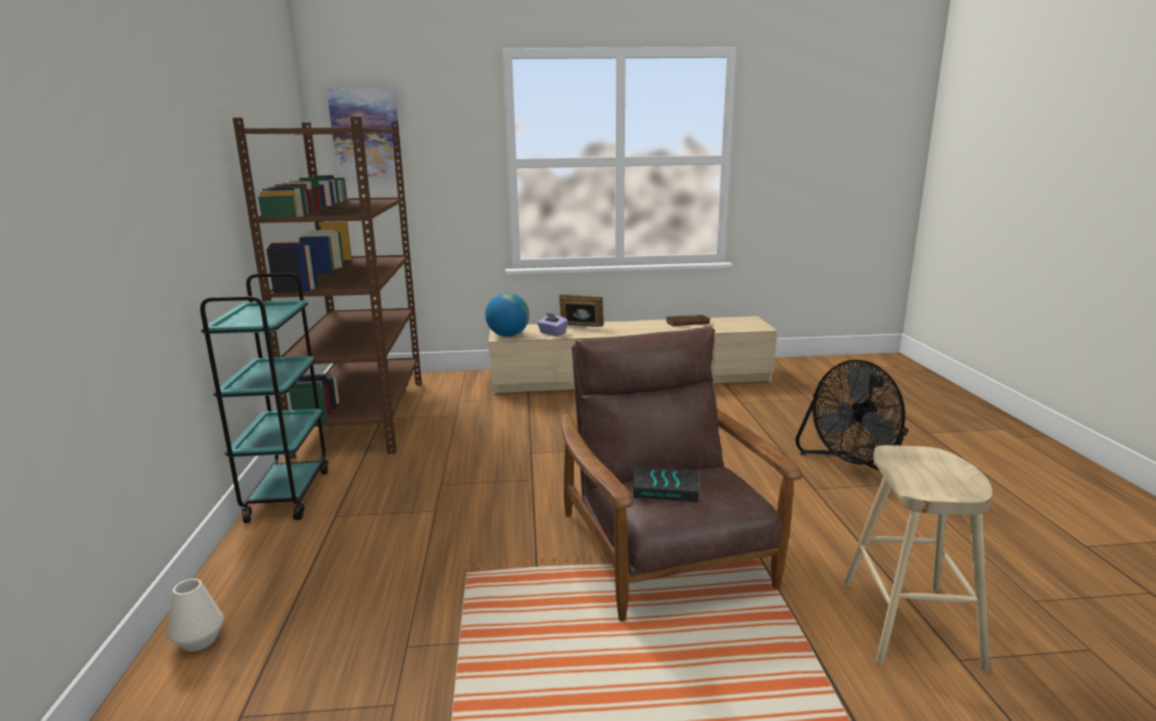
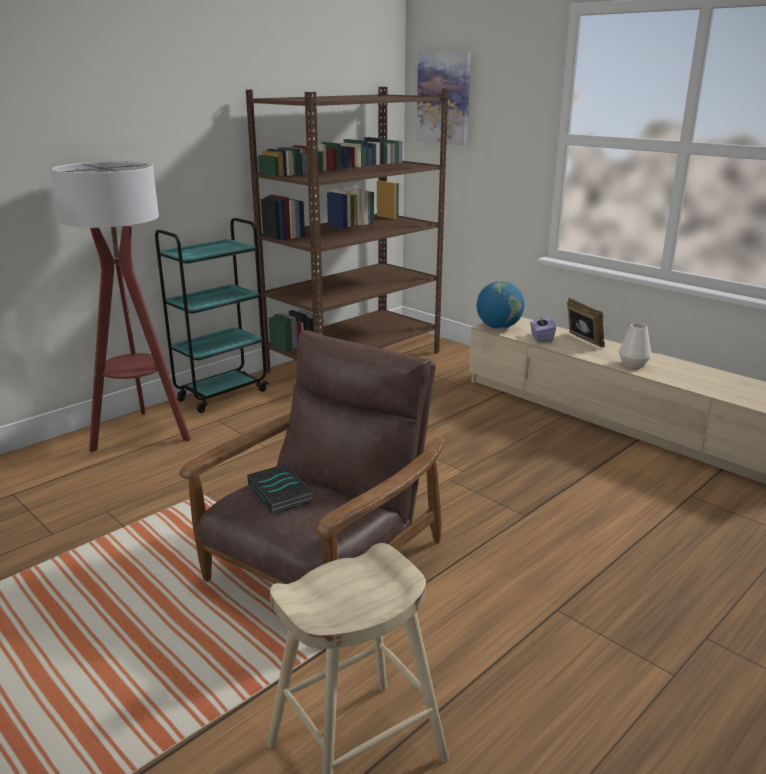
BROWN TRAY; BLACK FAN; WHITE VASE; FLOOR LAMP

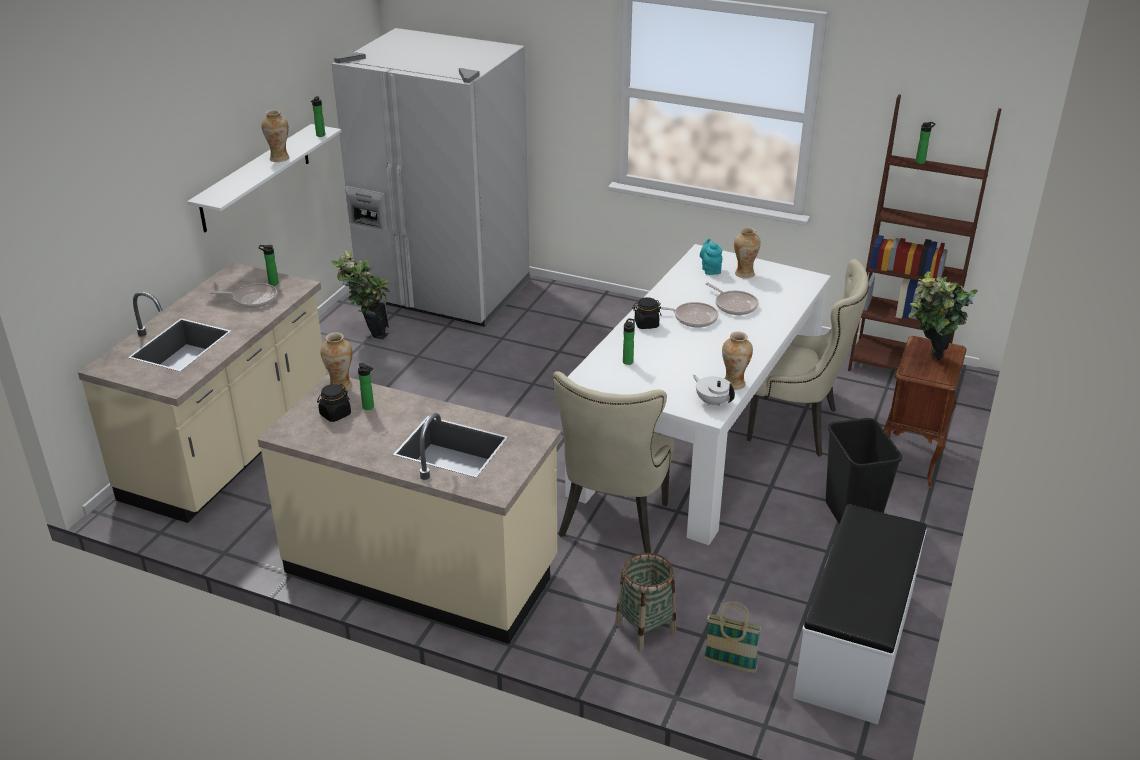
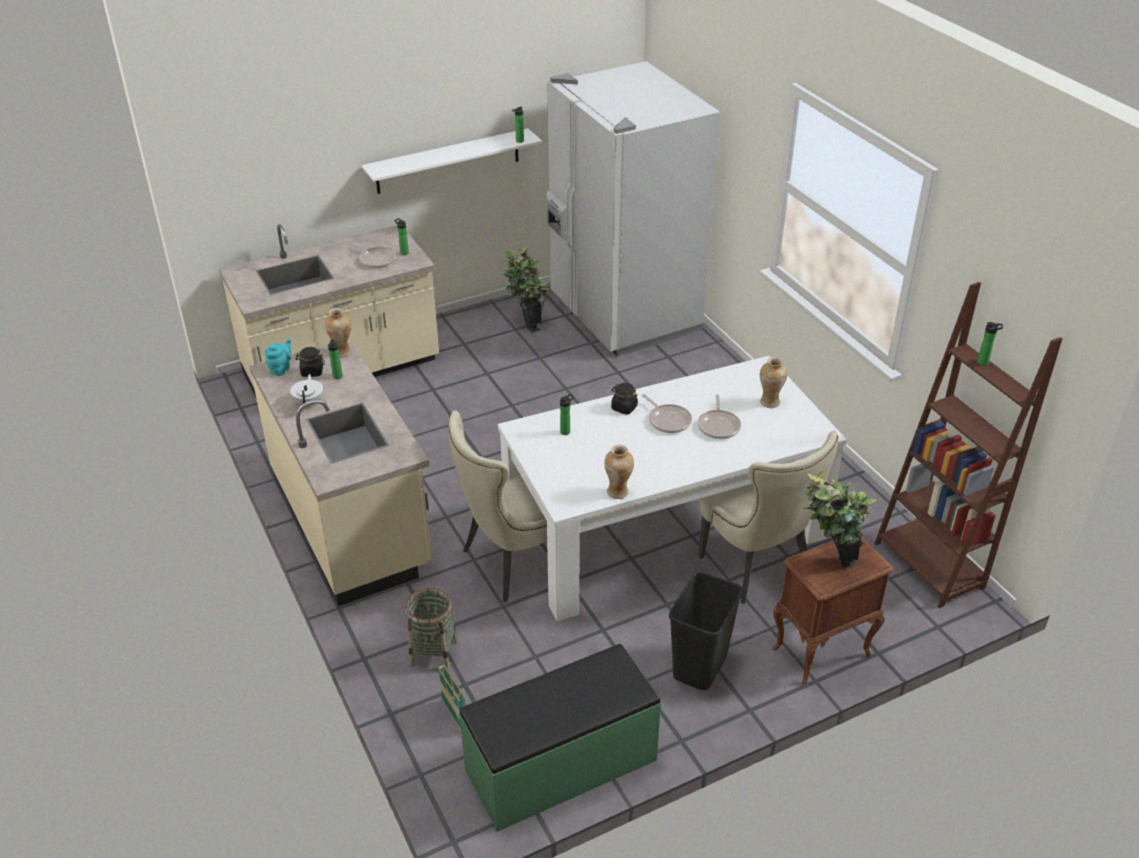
VASE (1st from left in the first image); TURQUOISE TEAPOT; WHITE TEAPOT; GREEN BENCH

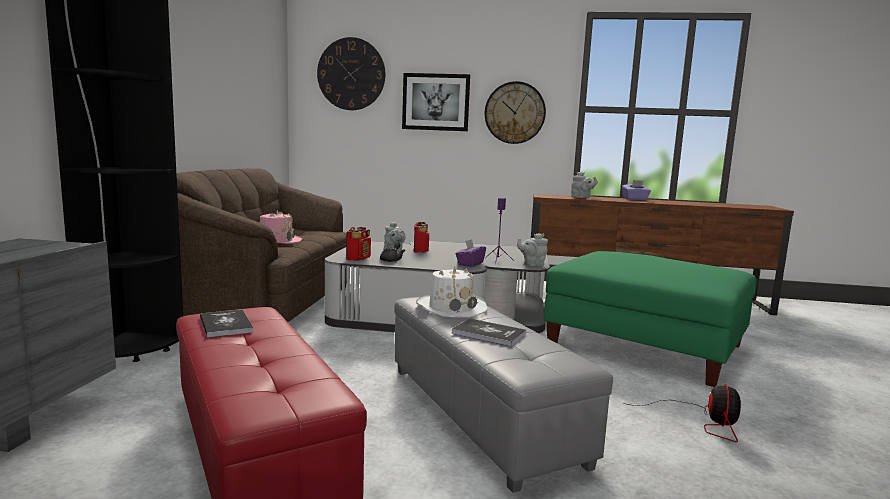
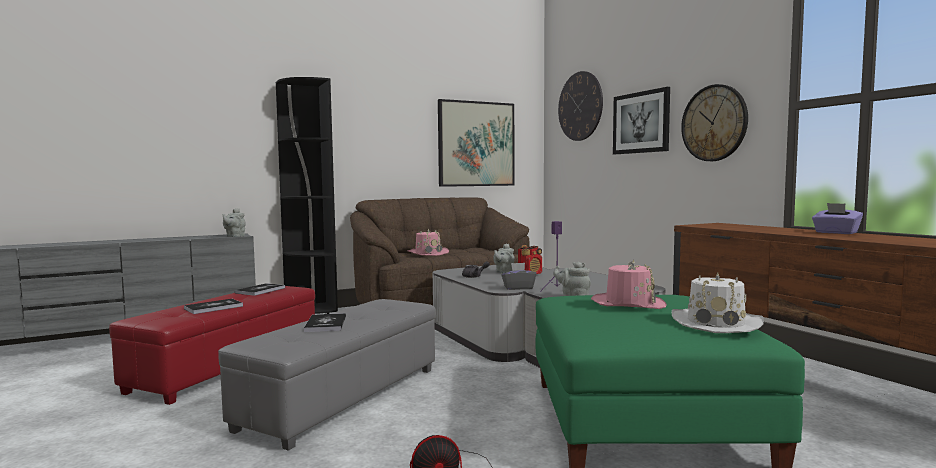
GREY TEAPOT (1st from left); RADIO (1st from left in the first image); GREY TISSUE BOX; WHITE HAT; PICTURE (1st from left); PINK HAT (2nd from left); BOOK (1st from left)

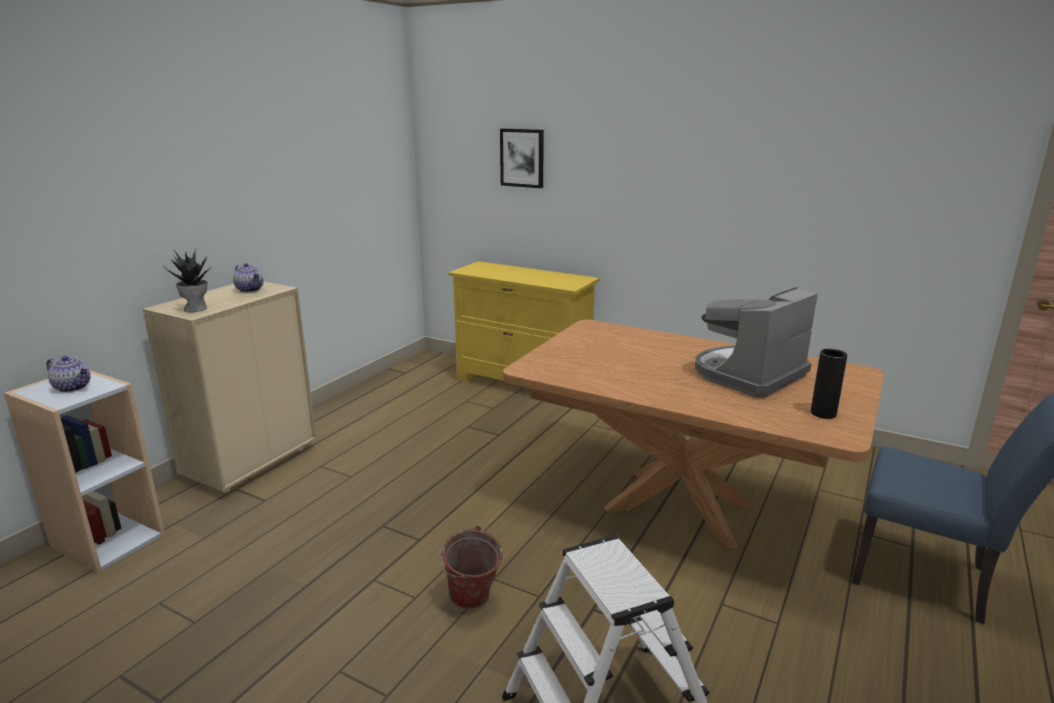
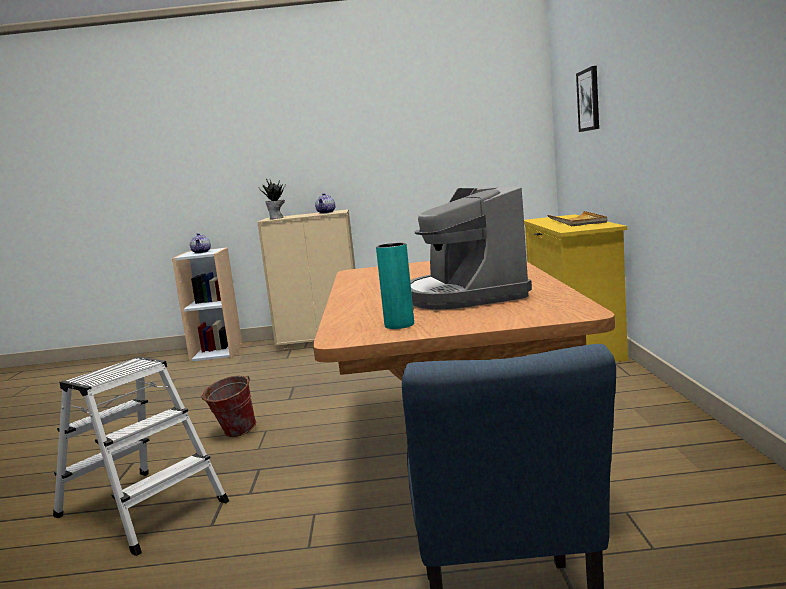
COFFEE MACHINE; TURQUOISE VASE; BEIGE TRAY

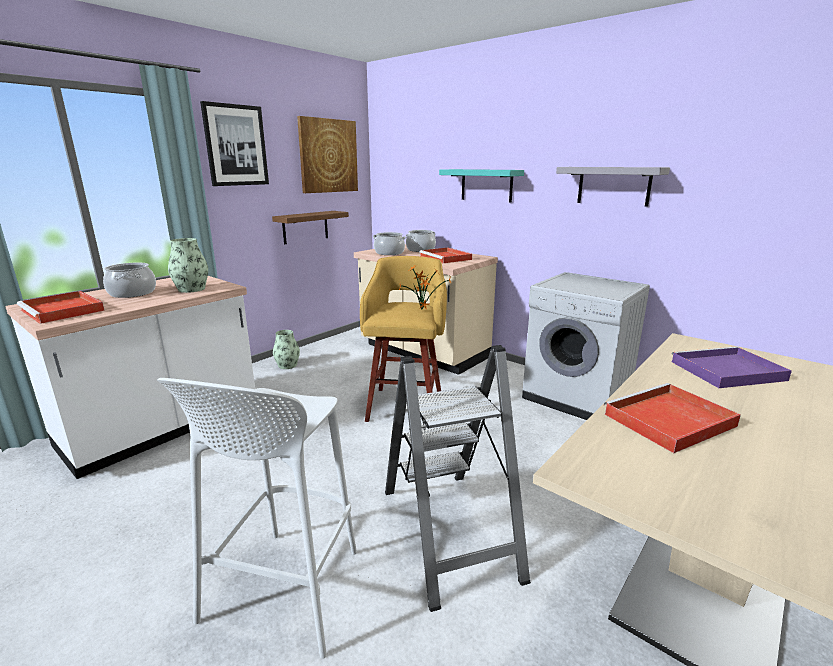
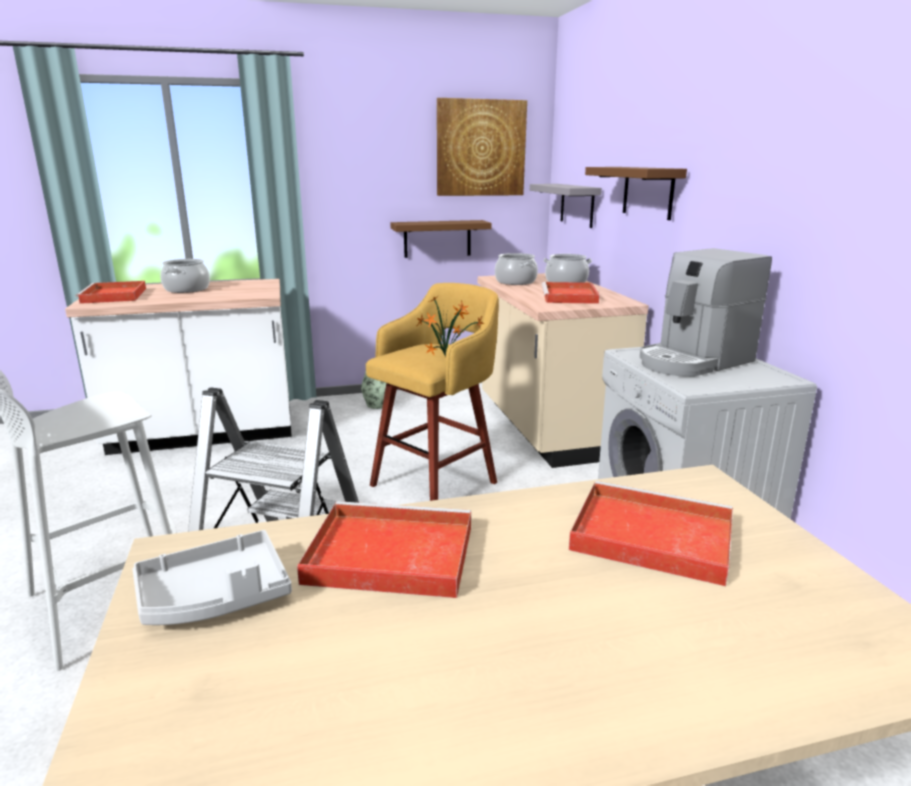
PICTURE (1st from left in the first image); GREY SHELF; BROWN SHELF (2nd from left); VASE (1st from left in the first image); RED TRAY (4th from left); COFFEE MACHINE; GREY TRAY

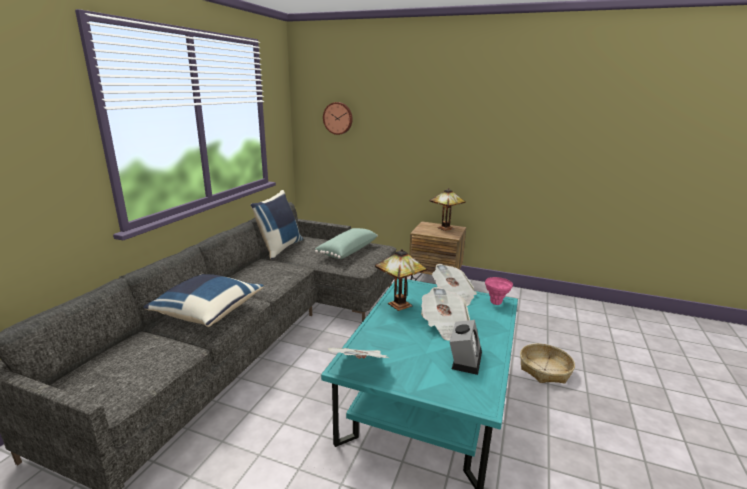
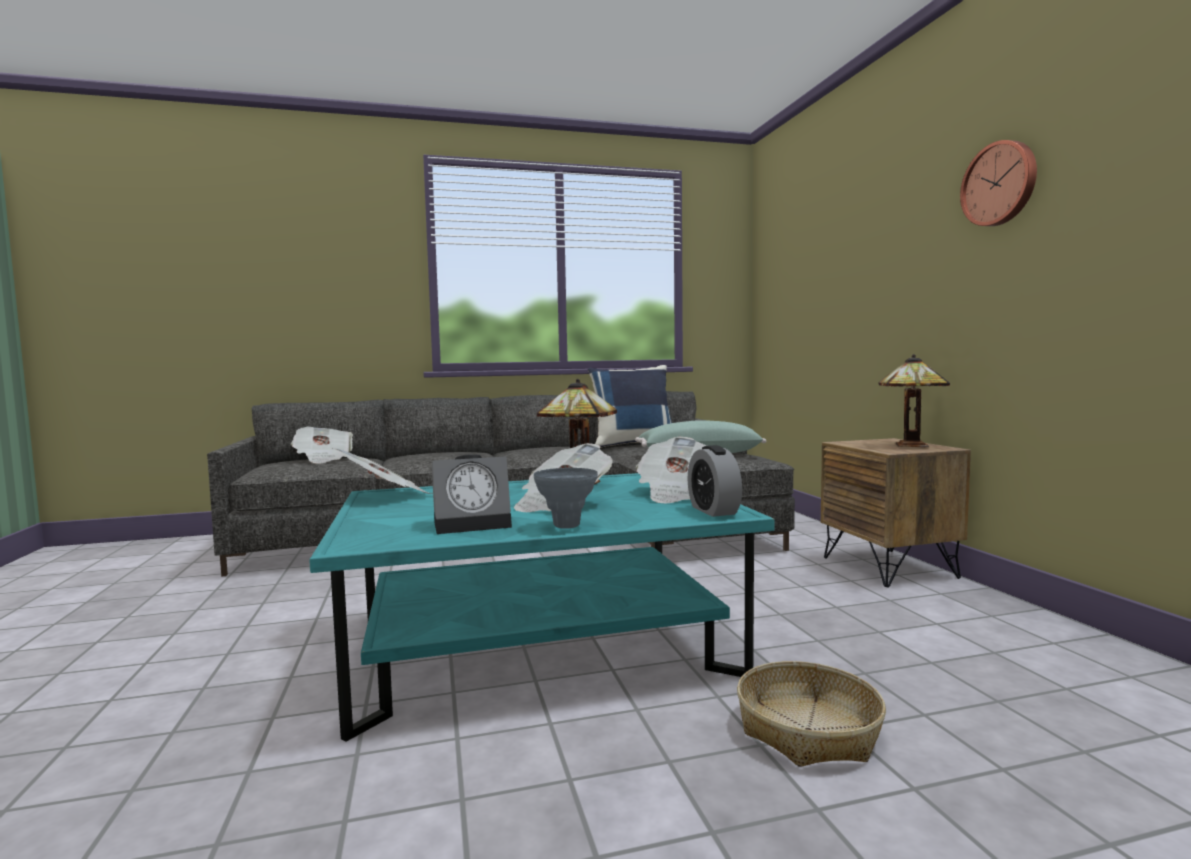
WALL CLOCK; BLUE PILLOW (1st from left in the first image); ALARM CLOCK (2nd from left); NEWSPAPER (1st from left); GREY VASE

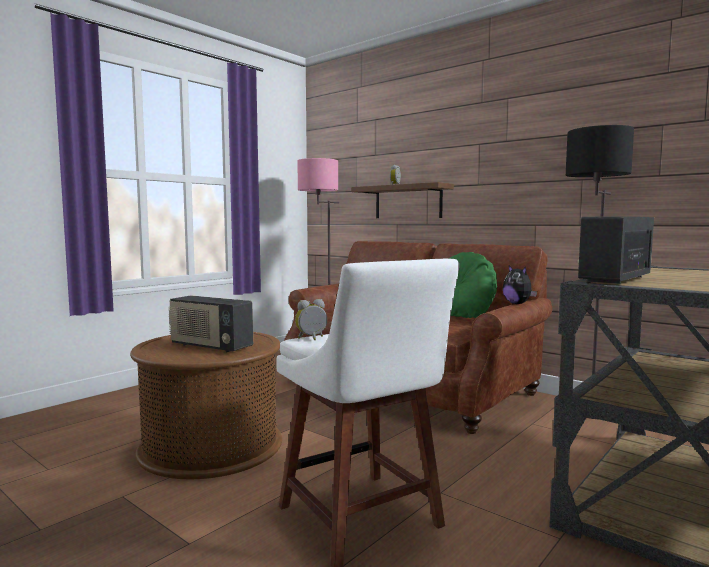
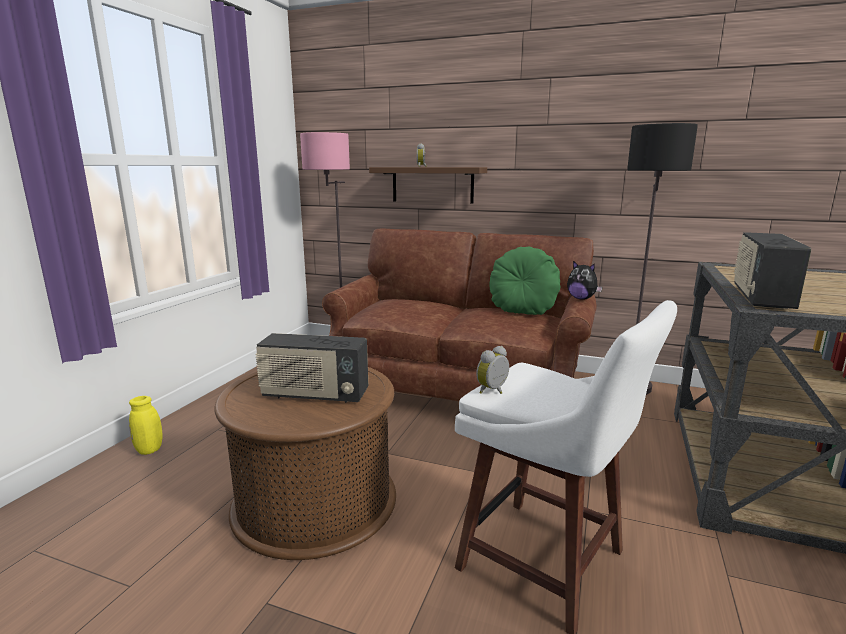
YELLOW VASE

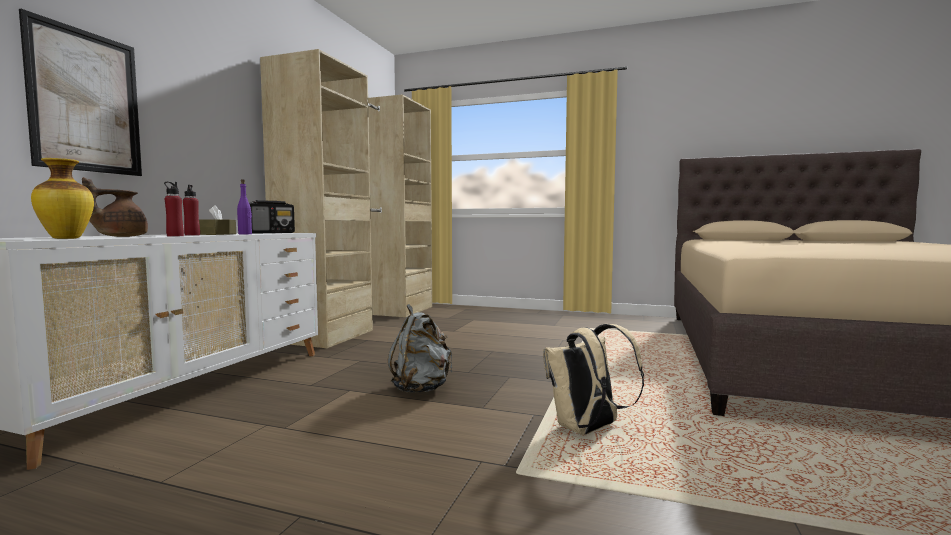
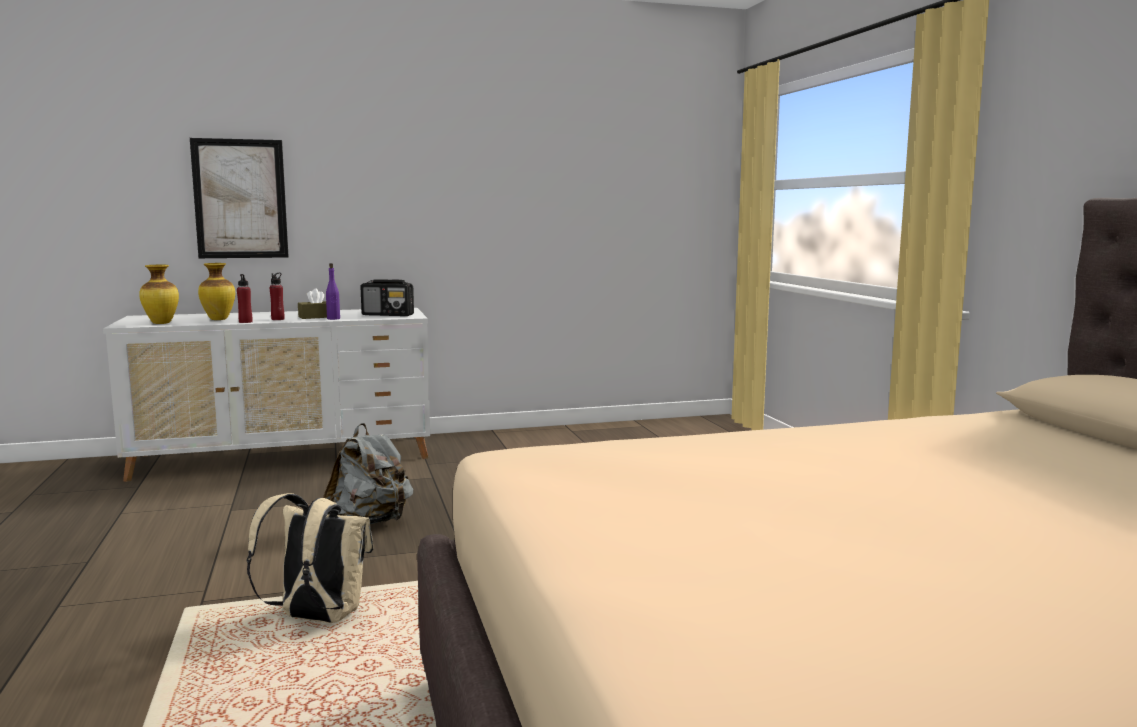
BEIGE WARDROBE; VASE (2nd from left)

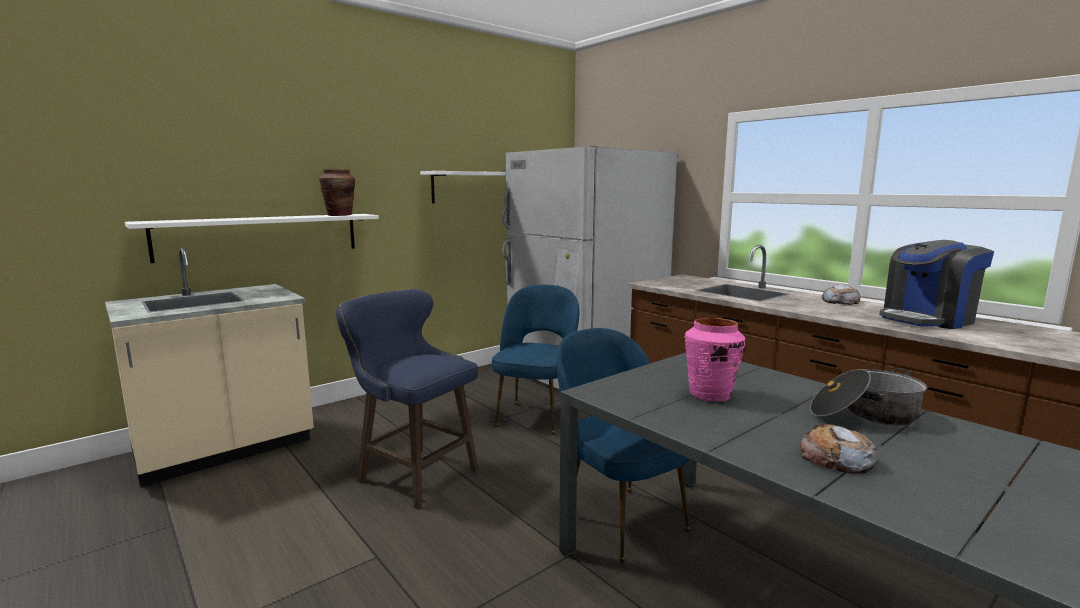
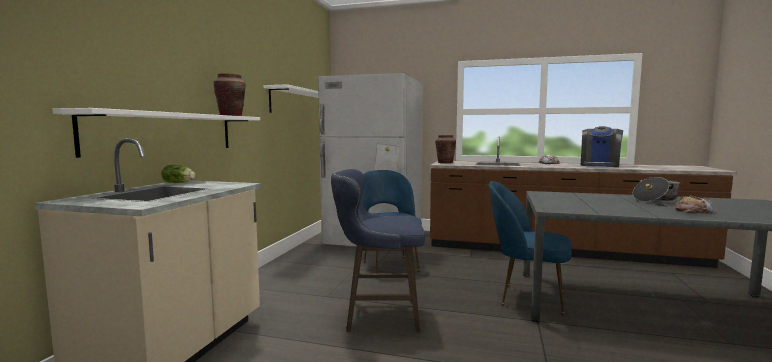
PINK VASE; BROWN VASE (2nd from left); LETTUCE

